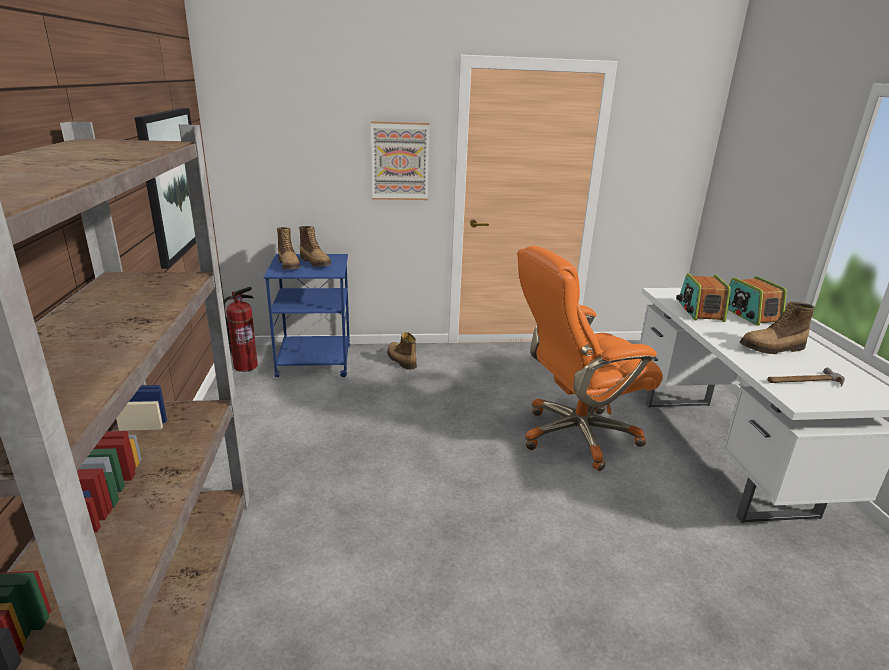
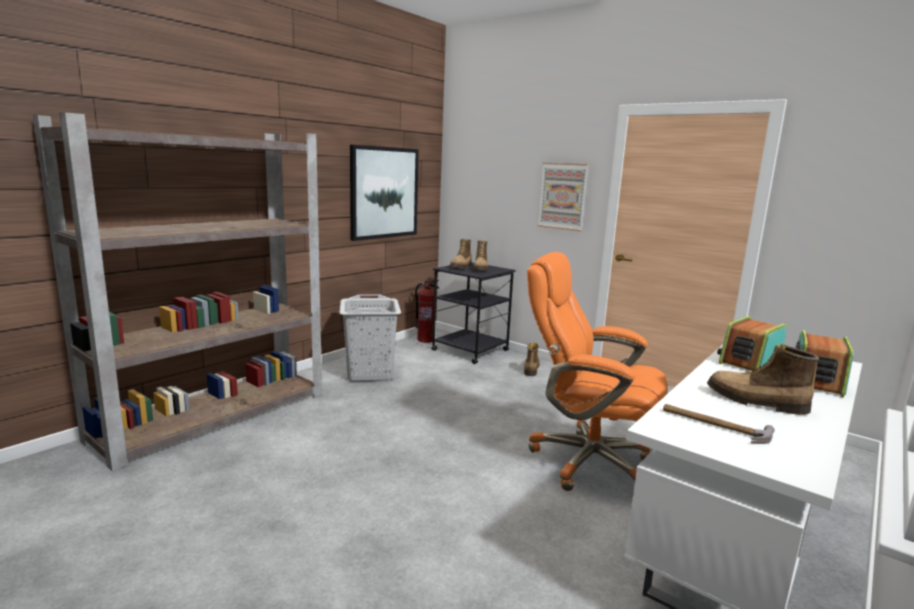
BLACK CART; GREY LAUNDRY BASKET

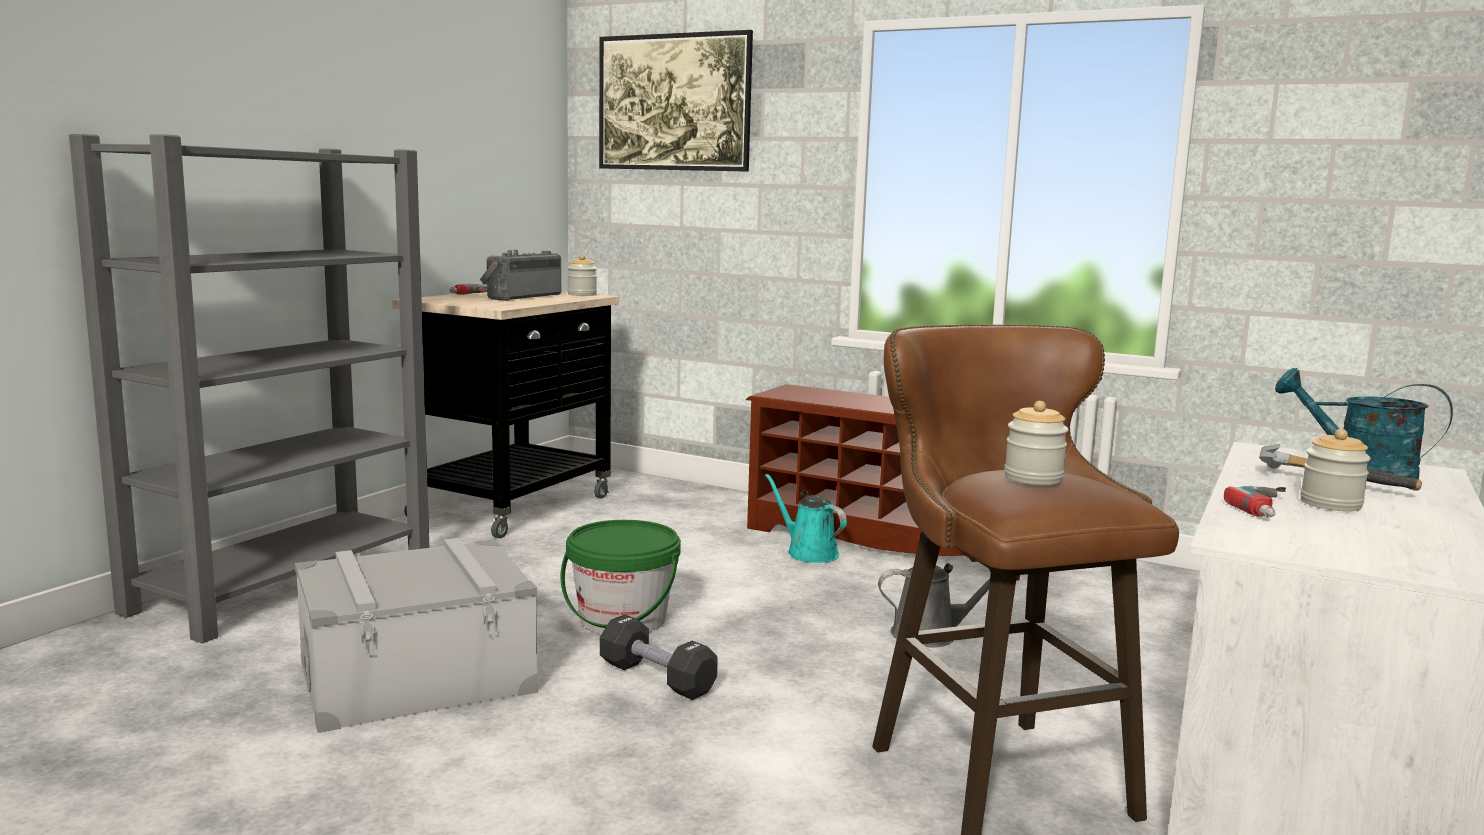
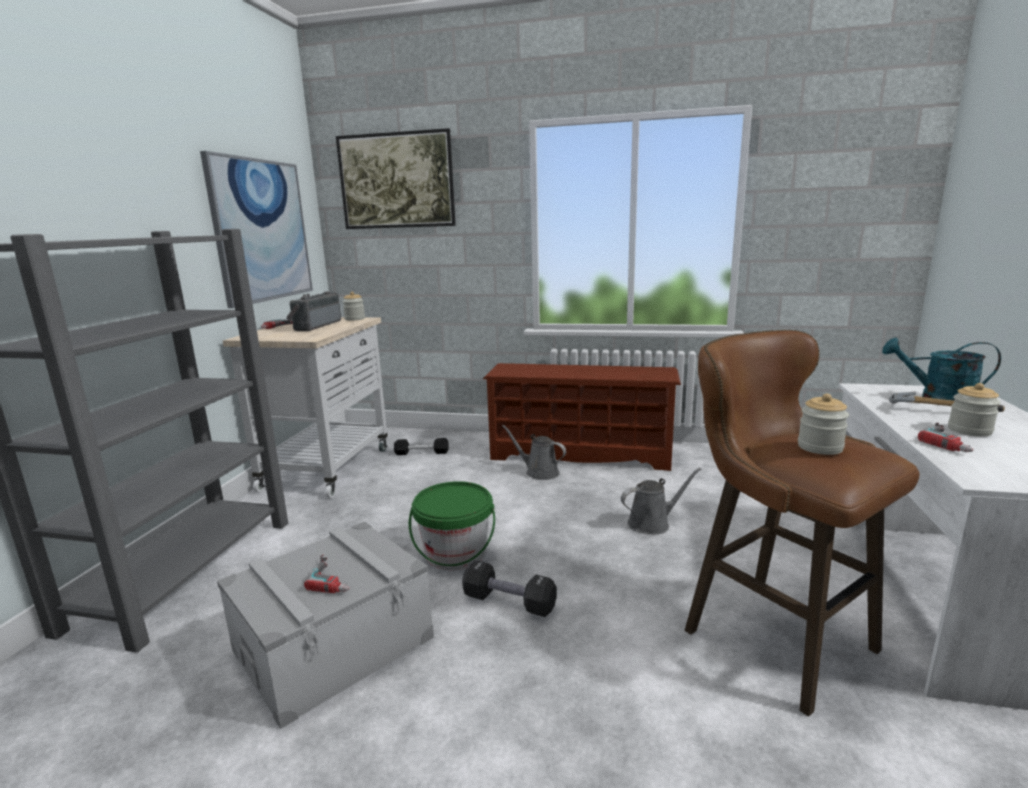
WHITE CART; GREY WATERING CAN (1st from left); PICTURE (1st from left); BLACK DUMBBELL (1st from left); POWER DRILL (2nd from left)

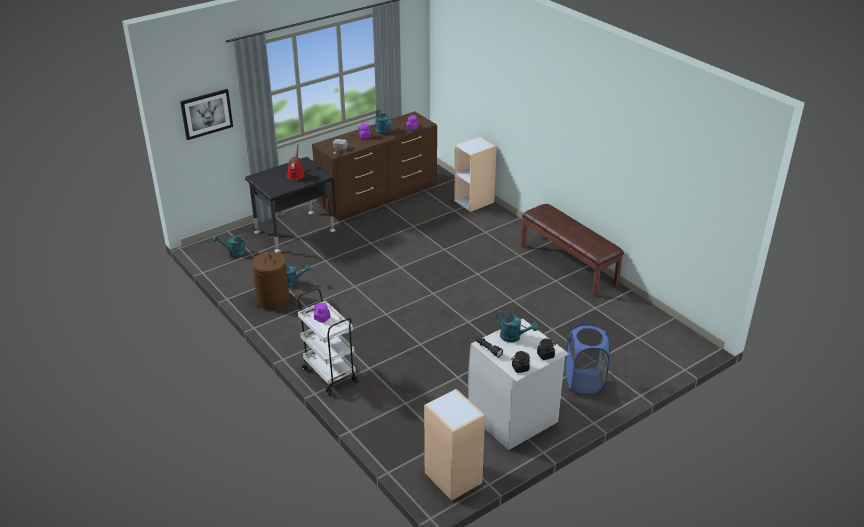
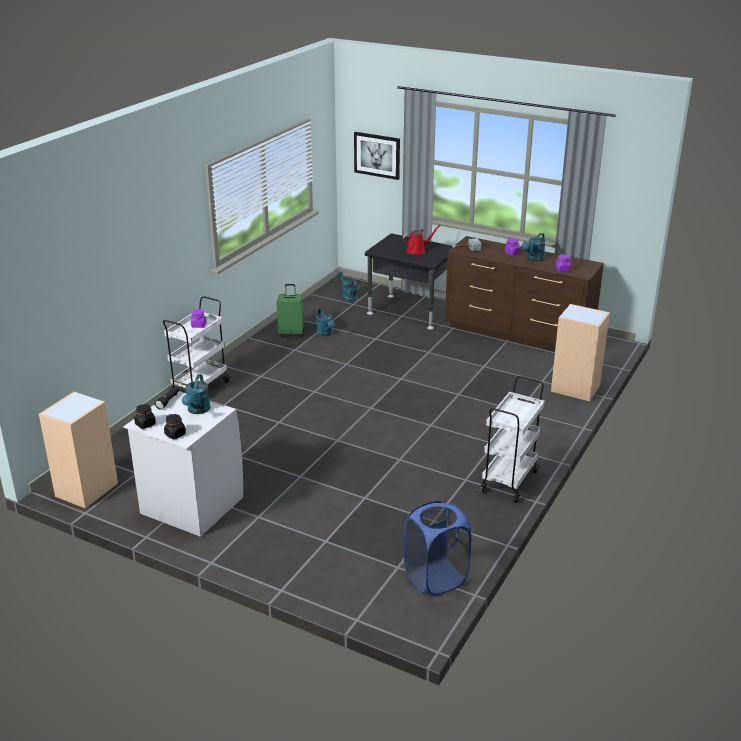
WHITE CART (2nd from left); GREEN SUITCASE; BLUE LAUNDRY BASKET

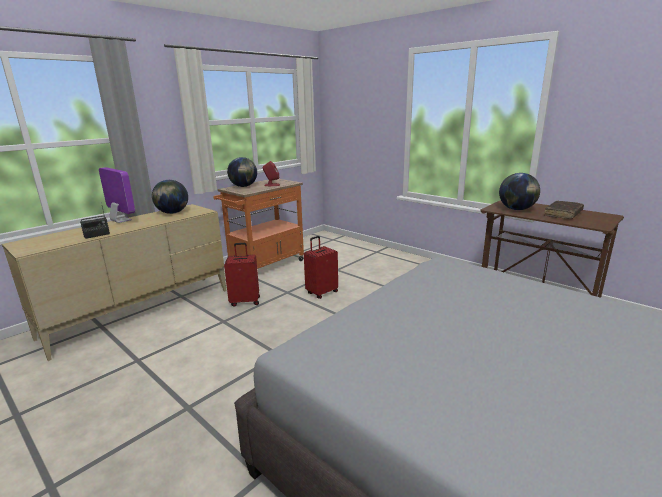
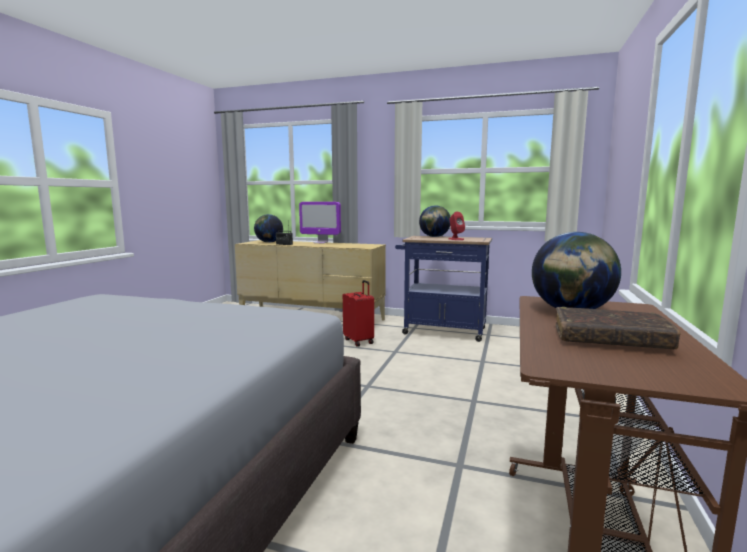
MONITOR; BLUE CART; GLOBE (1st from left); RED SUITCASE (2nd from left in the first image)

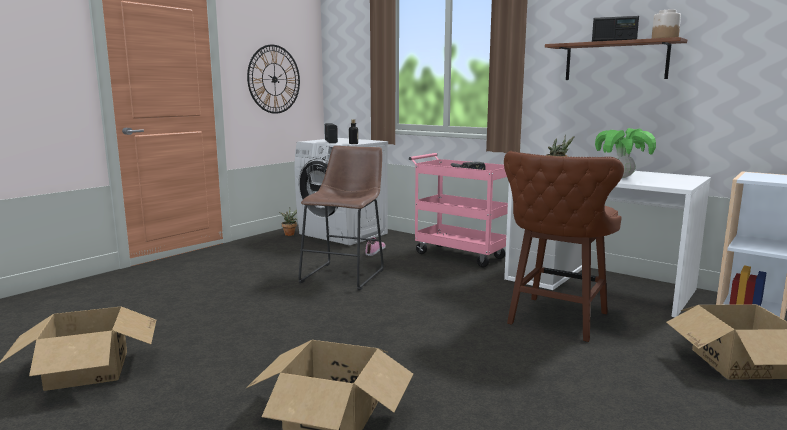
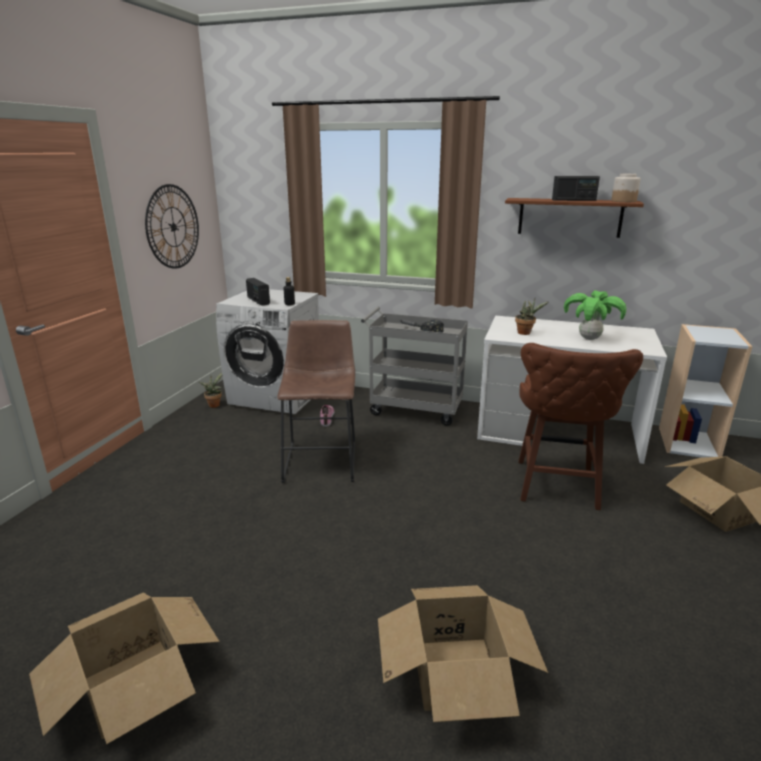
GREY CART

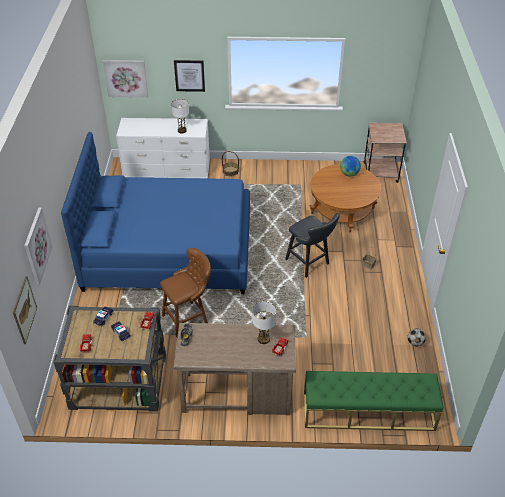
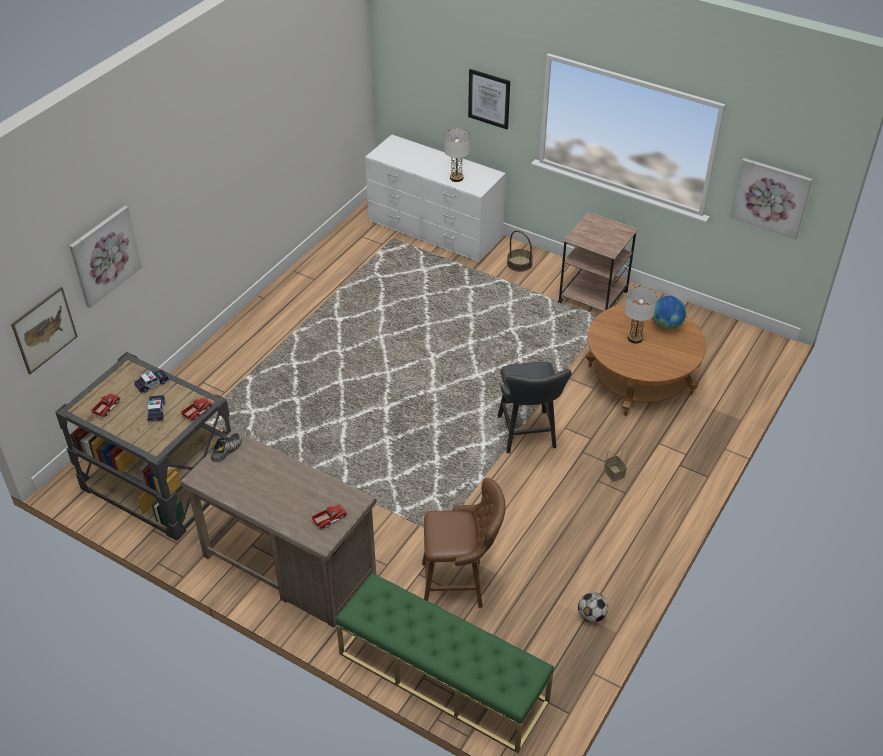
PICTURE (4th from left); BROWN CART; BLUE BED; BROWN STOOL; TABLE LAMP (2nd from left)

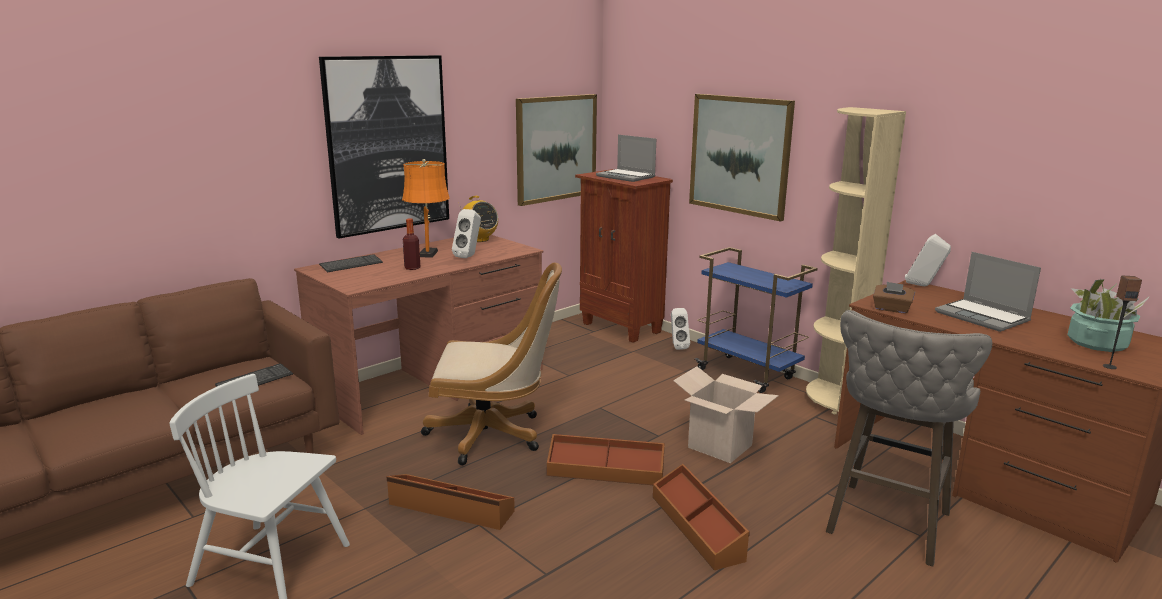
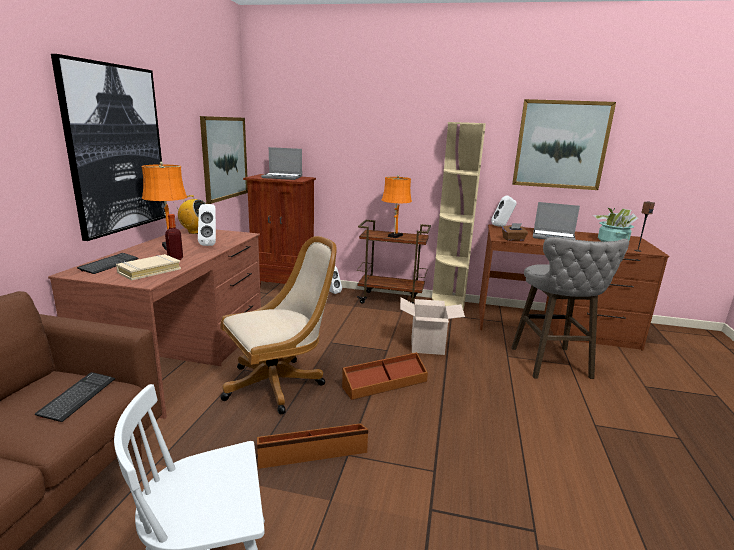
PICTURE (3rd from left); BROWN CART; BROWN STORAGE BOX (3rd from left in the first image); ORANGE TABLE LAMP (2nd from left); BEIGE BOOK

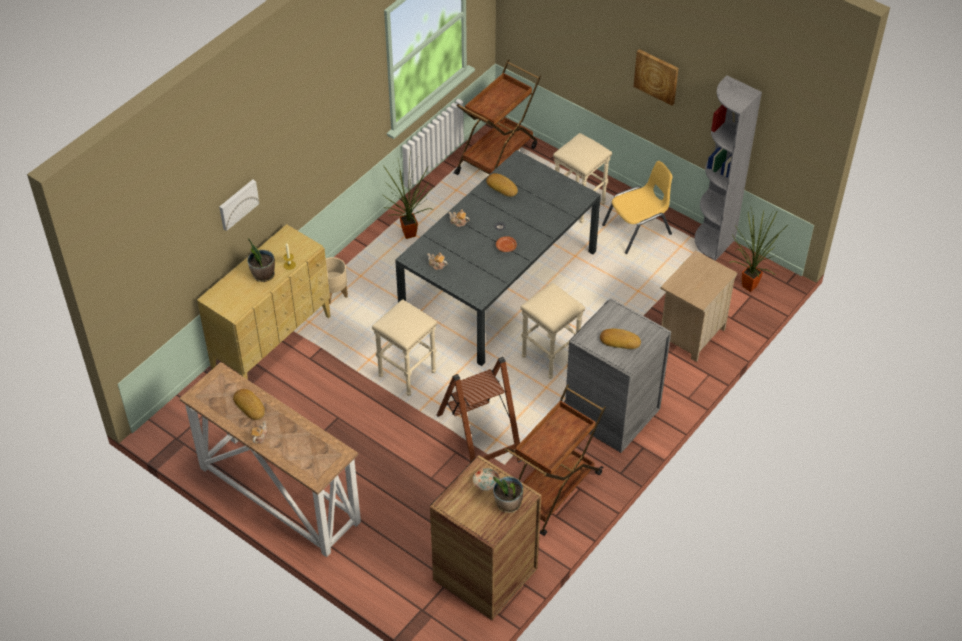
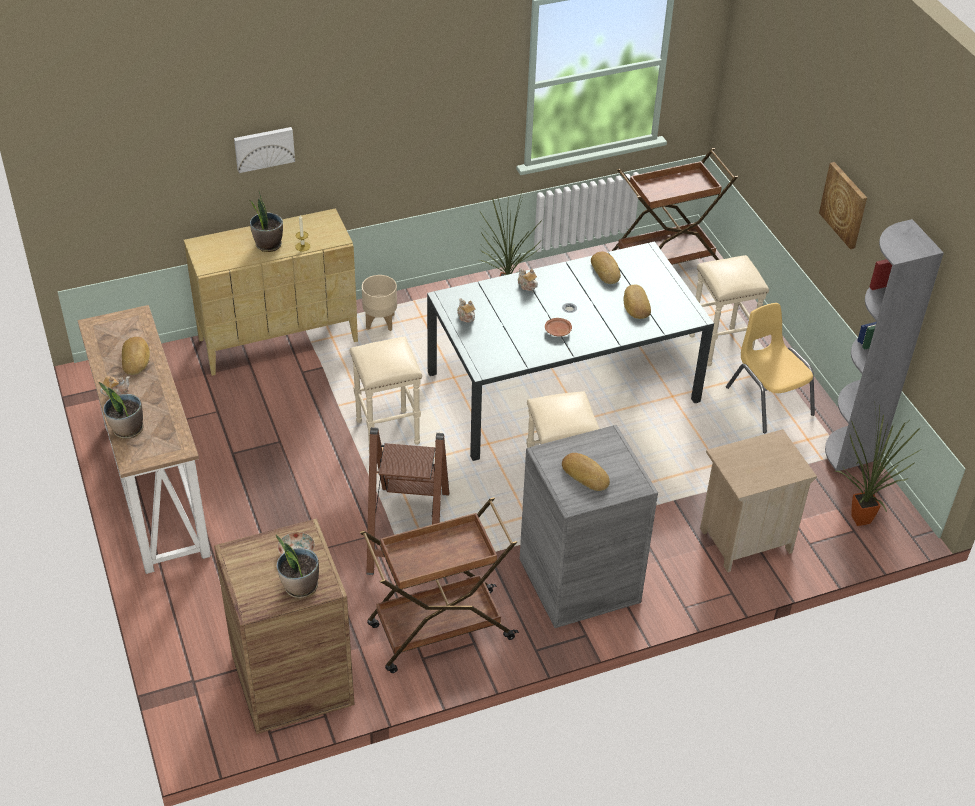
YELLOW CHAIR; BREAD (4th from left); POTTED PLANT (1st from left)

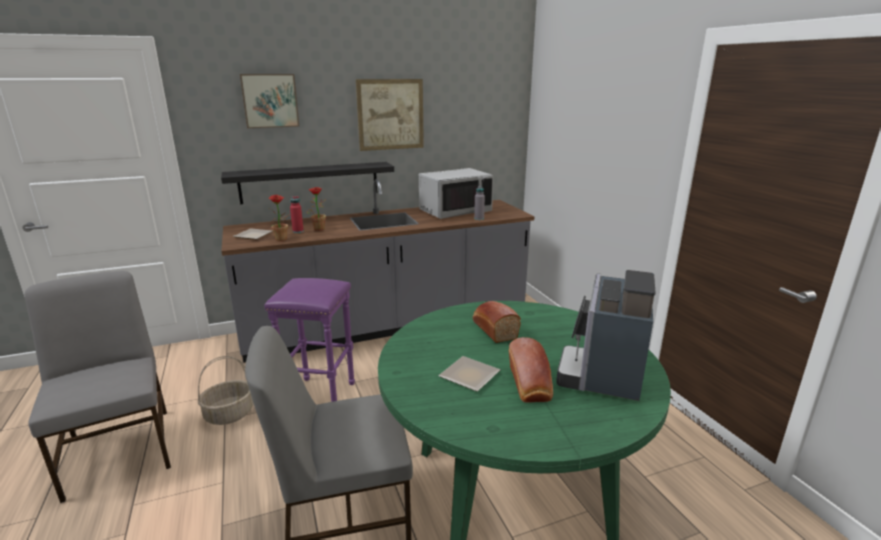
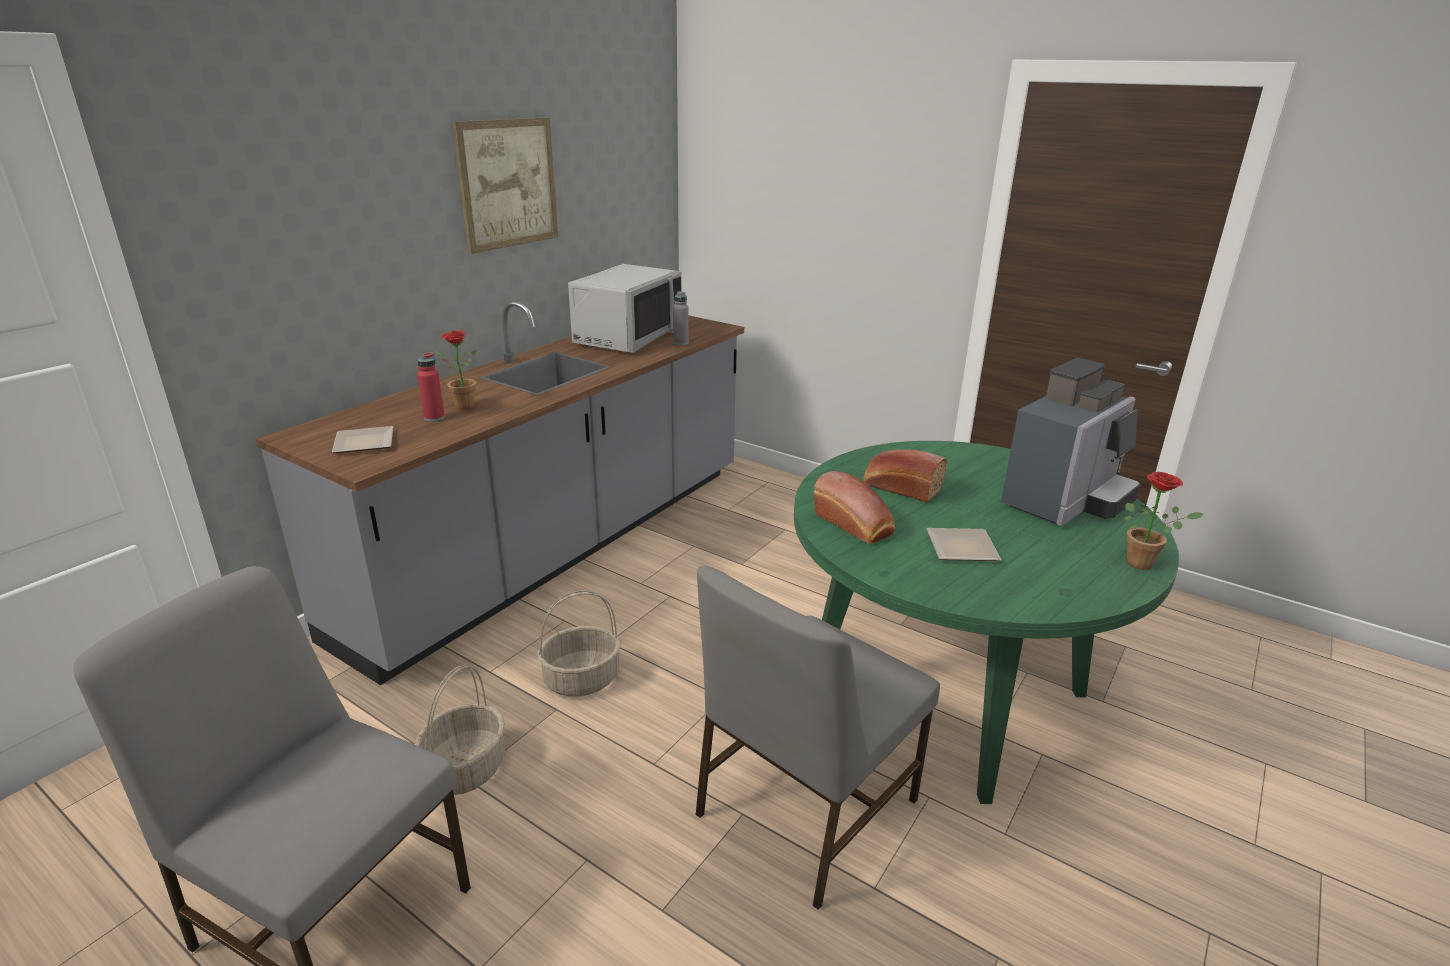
PICTURE (1st from left in the first image); BLACK SHELF; POTTED PLANT (2nd from left); COFFEE MACHINE; BASKET (2nd from left); BREAD (1st from left)

